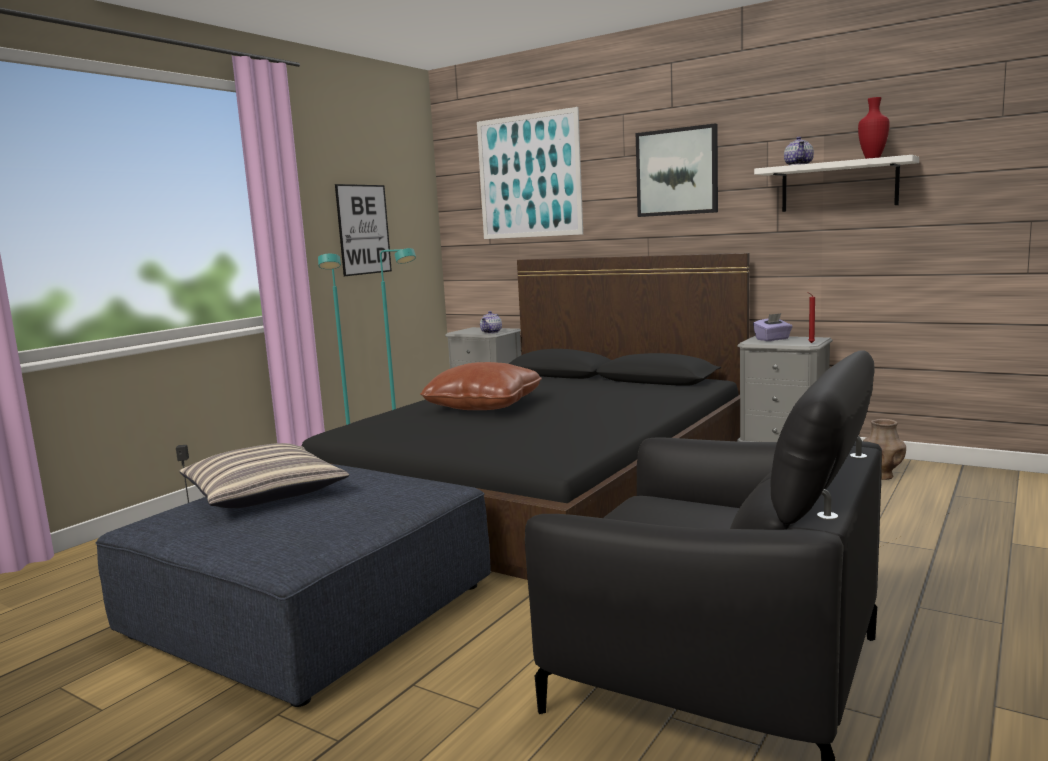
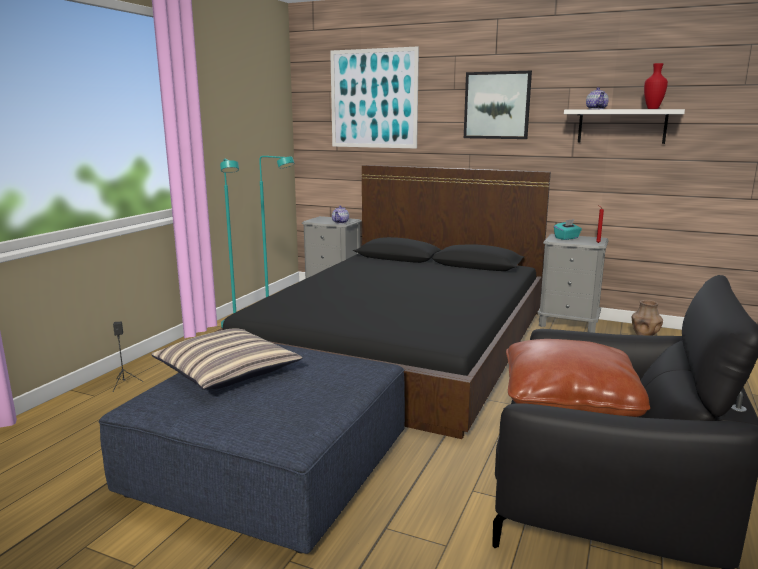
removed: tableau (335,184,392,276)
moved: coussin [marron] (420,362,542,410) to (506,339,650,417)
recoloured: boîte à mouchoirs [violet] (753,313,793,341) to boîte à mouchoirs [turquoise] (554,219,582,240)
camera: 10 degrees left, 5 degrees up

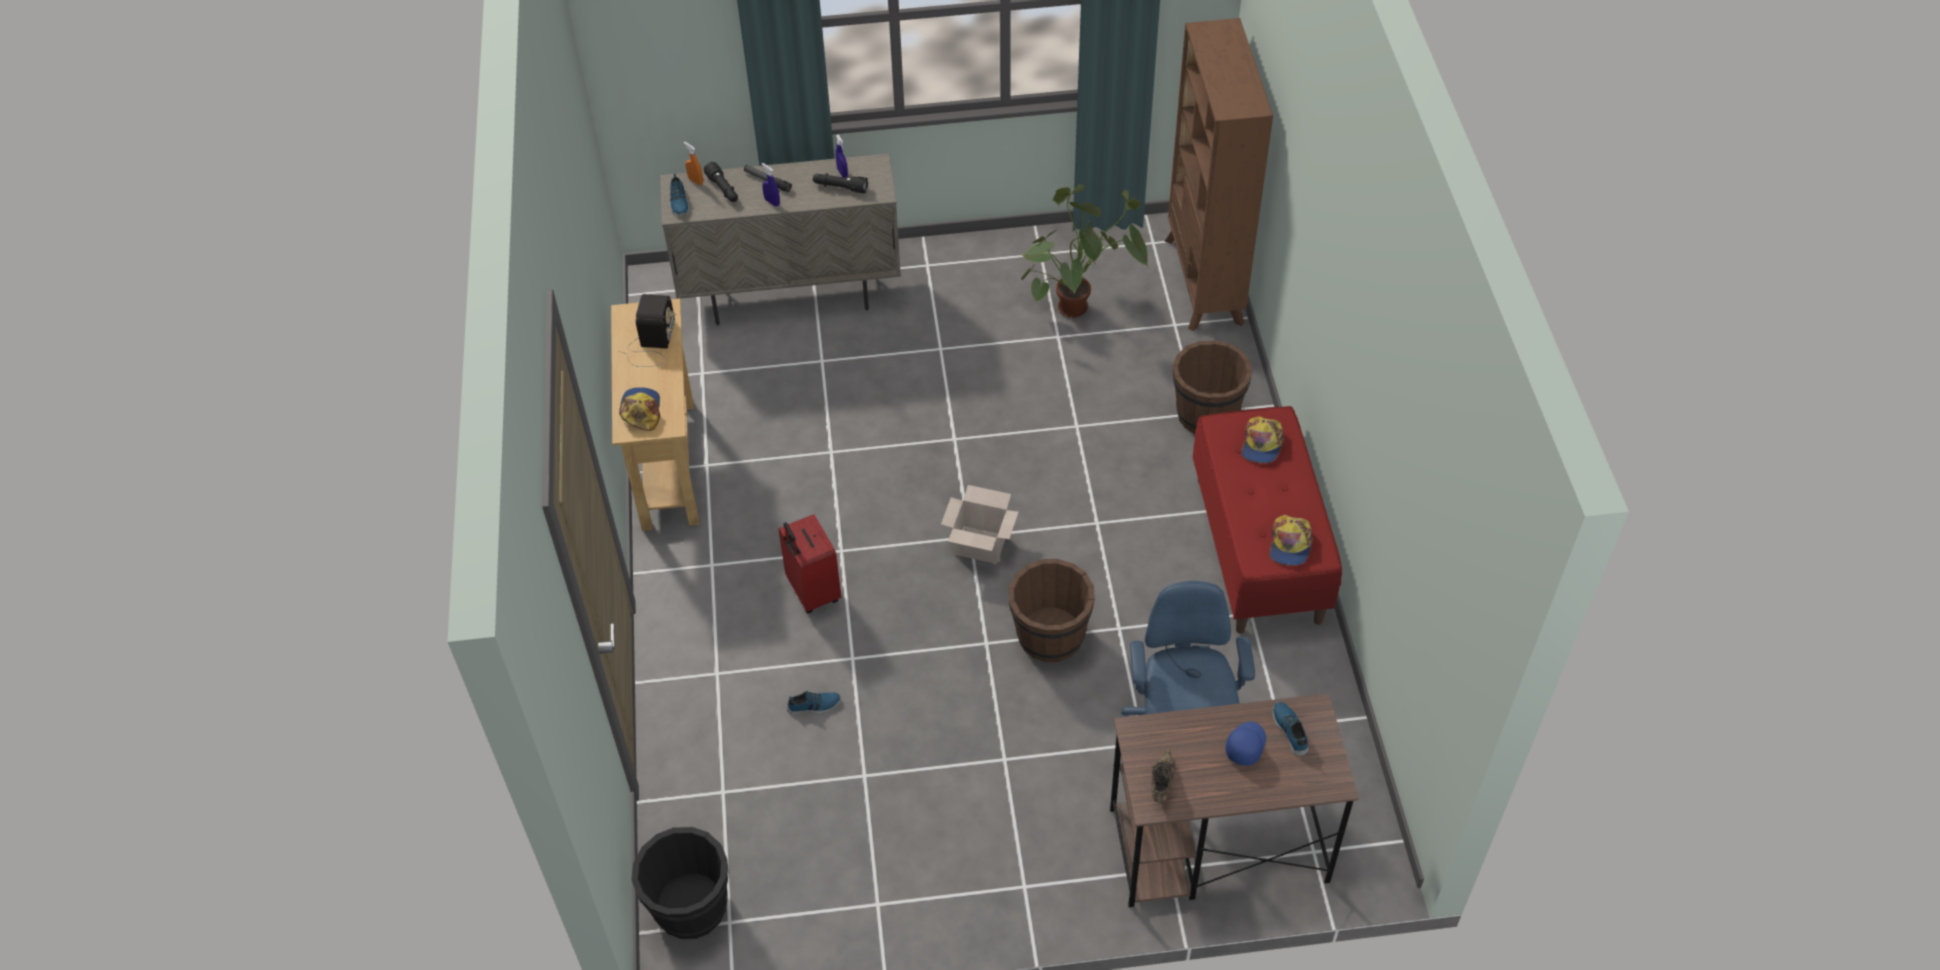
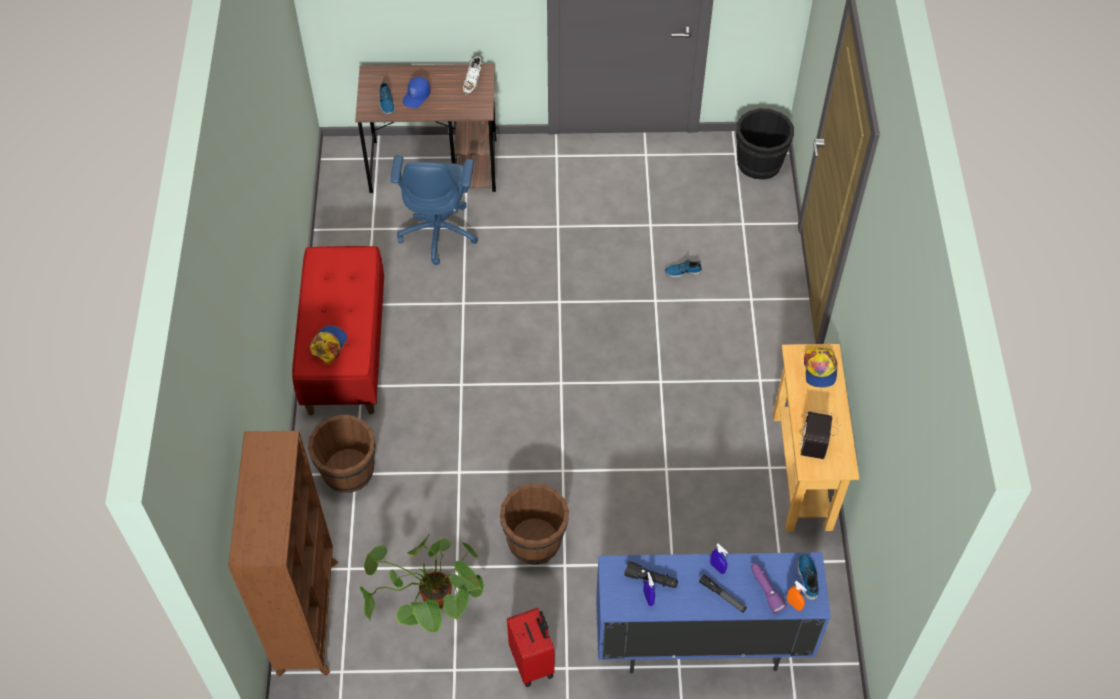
removed: carton (941,485,1018,564); casquette (1270,515,1313,566)
moved: seau [marron] (1008,559,1095,663) to (500,483,569,565); valise [rouge] (778,514,841,613) to (507,607,555,687)
recoloured: chaussure [marron] (1151,748,1176,803) to chaussure [blanc] (463,57,482,94); meuble de rangement [beige] (660,154,901,325) to meuble de rangement [bleu] (596,552,831,674); lampe de poche [noir] (704,162,738,202) to lampe de poche [violet] (751,563,787,614)
camera: 175 degrees left, 5 degrees up

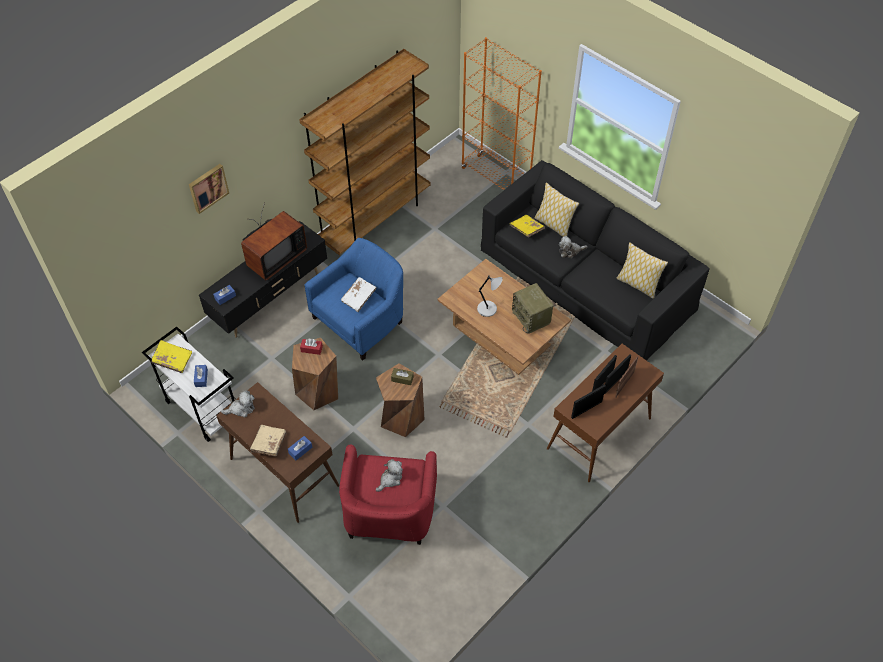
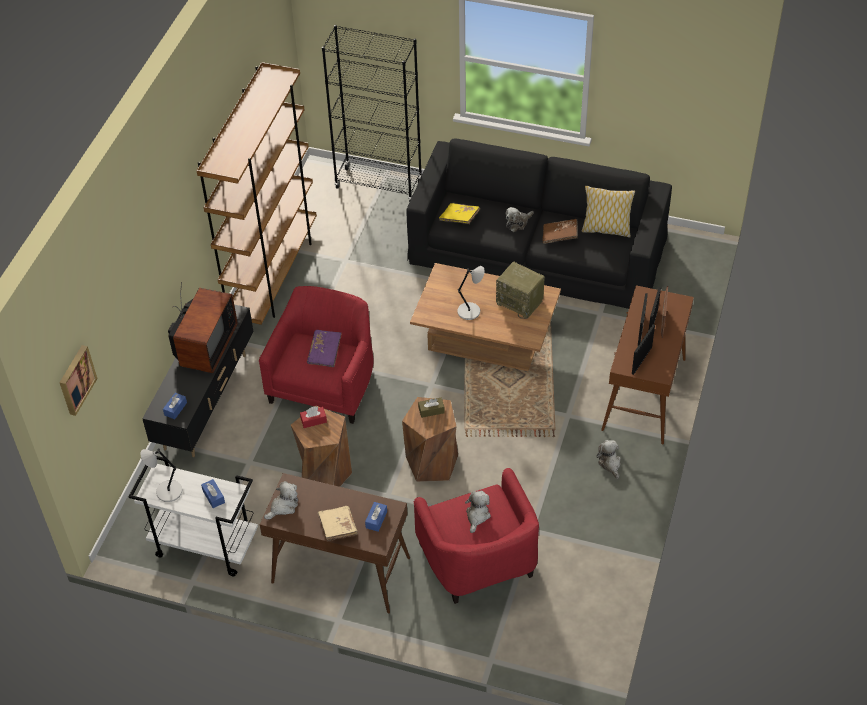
removed: coussin (534,183,579,237)
added: livre [marron] (542,219,578,244); peluche (596,440,621,479)
moved: tableau (189,164,229,214) to (59,345,98,416)
replaced: livre [jaune] (151,340,192,373) to lampe de table [gris] (140,448,182,502)
recoloured: fauteuil [bleu] (305,238,403,360) to fauteuil [rouge] (259,286,374,424); livre [blanc] (341,277,377,312) to livre [violet] (307,330,342,367); bibliothèque [orange] (461,37,542,190) to bibliothèque [noir] (322,25,422,202)
camera: 25 degrees left, 5 degrees down

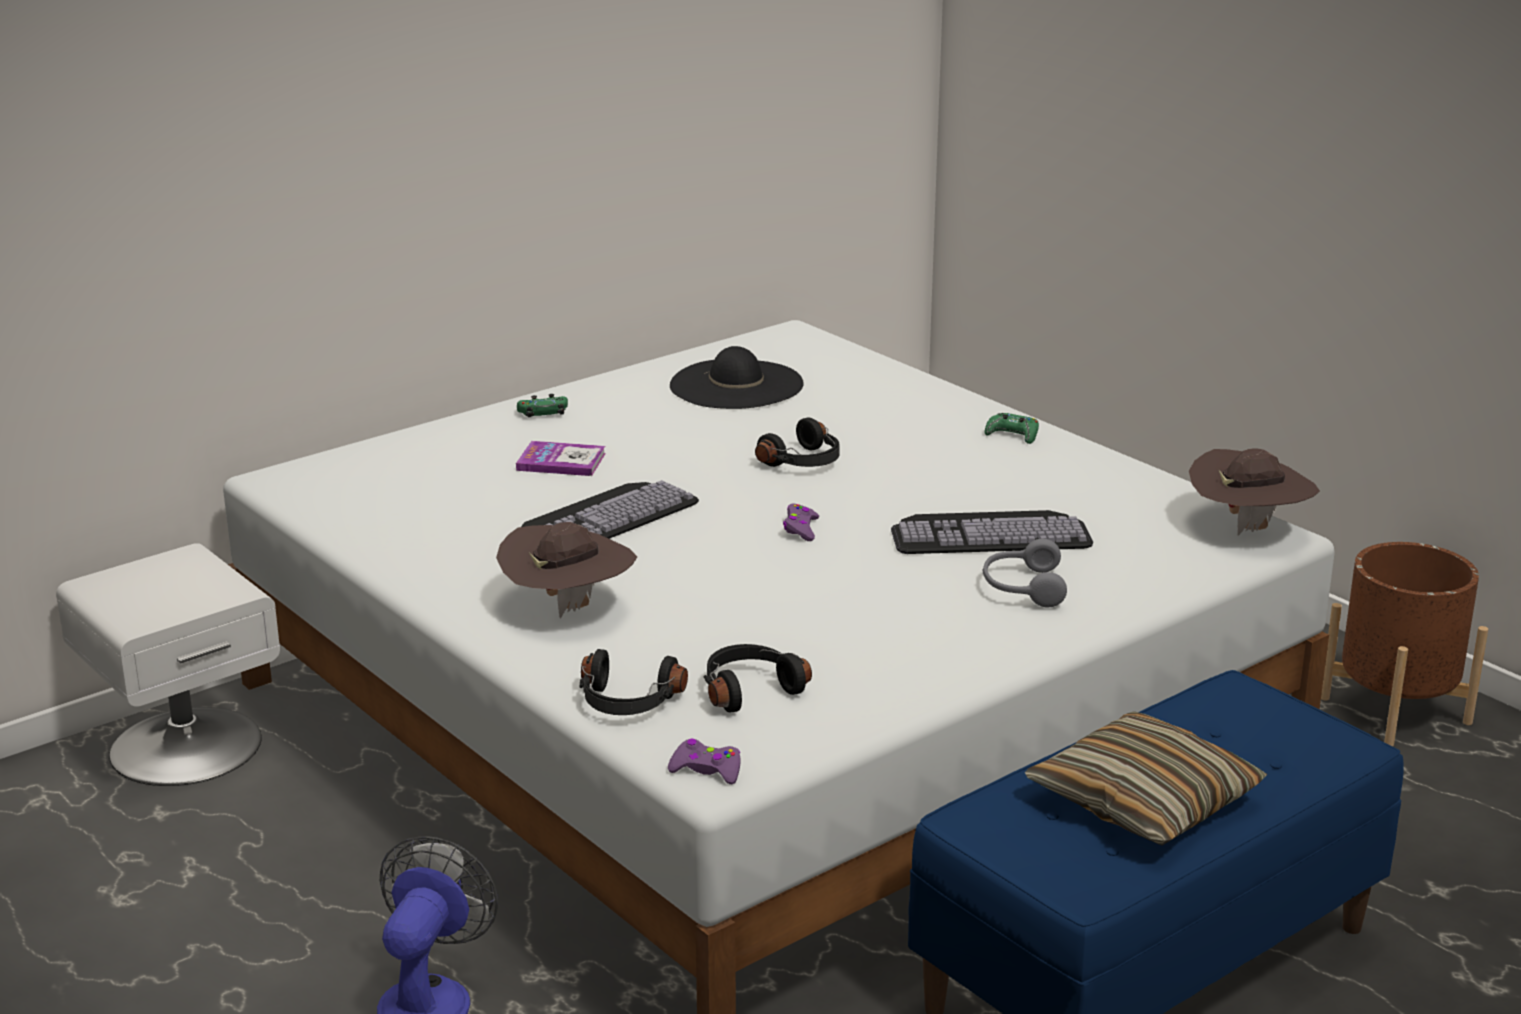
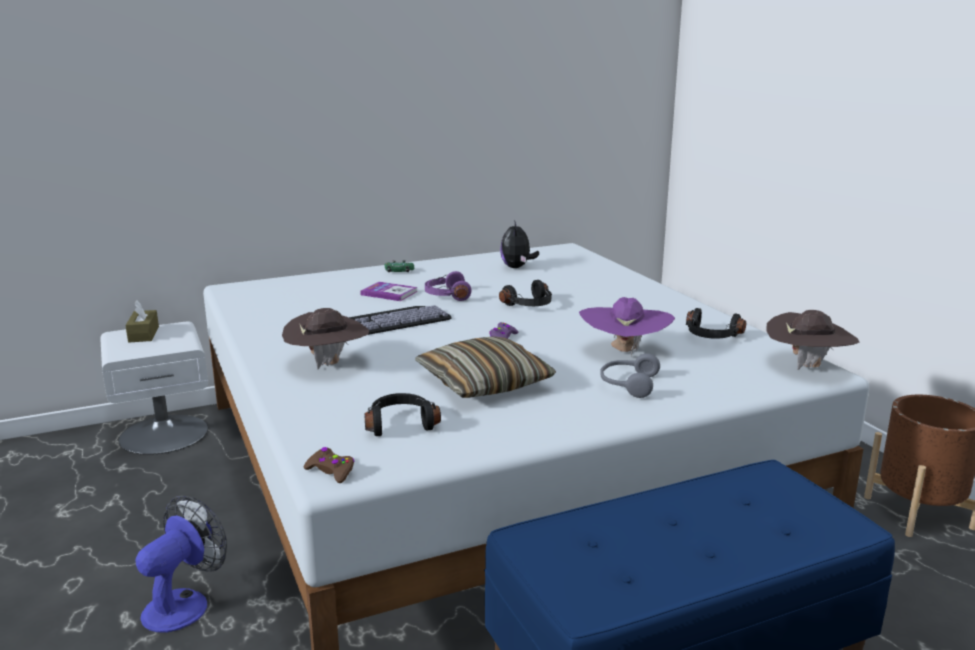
removed: manette [vert] (984,413,1039,444)
added: boîte à mouchoirs [marron] (125,301,159,343); casque audio [violet] (425,271,471,301)
moved: coussin (1025,711,1267,846) to (415,336,556,398); casque audio [noir] (579,649,688,715) to (686,308,746,339)
replaced: chapeau [noir] (670,346,804,409) to peluche (500,220,539,268); clavier (891,510,1093,554) to chapeau [violet] (579,297,675,356)
recoloured: manette [violet] (668,738,741,784) to manette [marron] (303,447,355,483)
camera: 15 degrees right, 5 degrees down

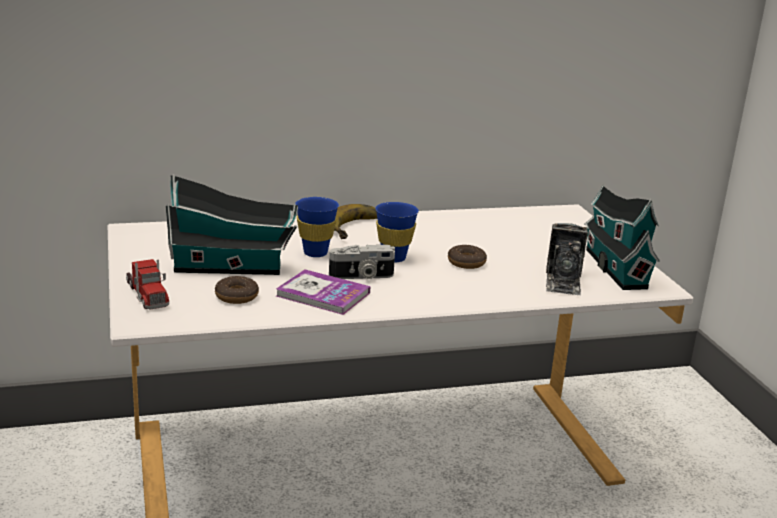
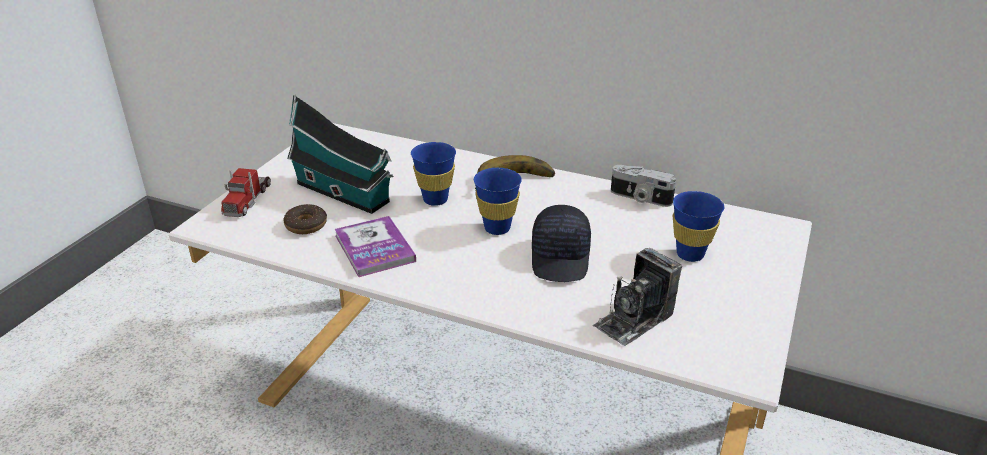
removed: maison miniature (584,185,659,290)
added: tasse [bleu] (673,191,724,262)
moved: appareil photo (329,245,395,279) to (611,165,676,207)
replaced: beignet (448,245,487,269) to casquette [noir] (532,205,591,282)
camera: 40 degrees right, 10 degrees up

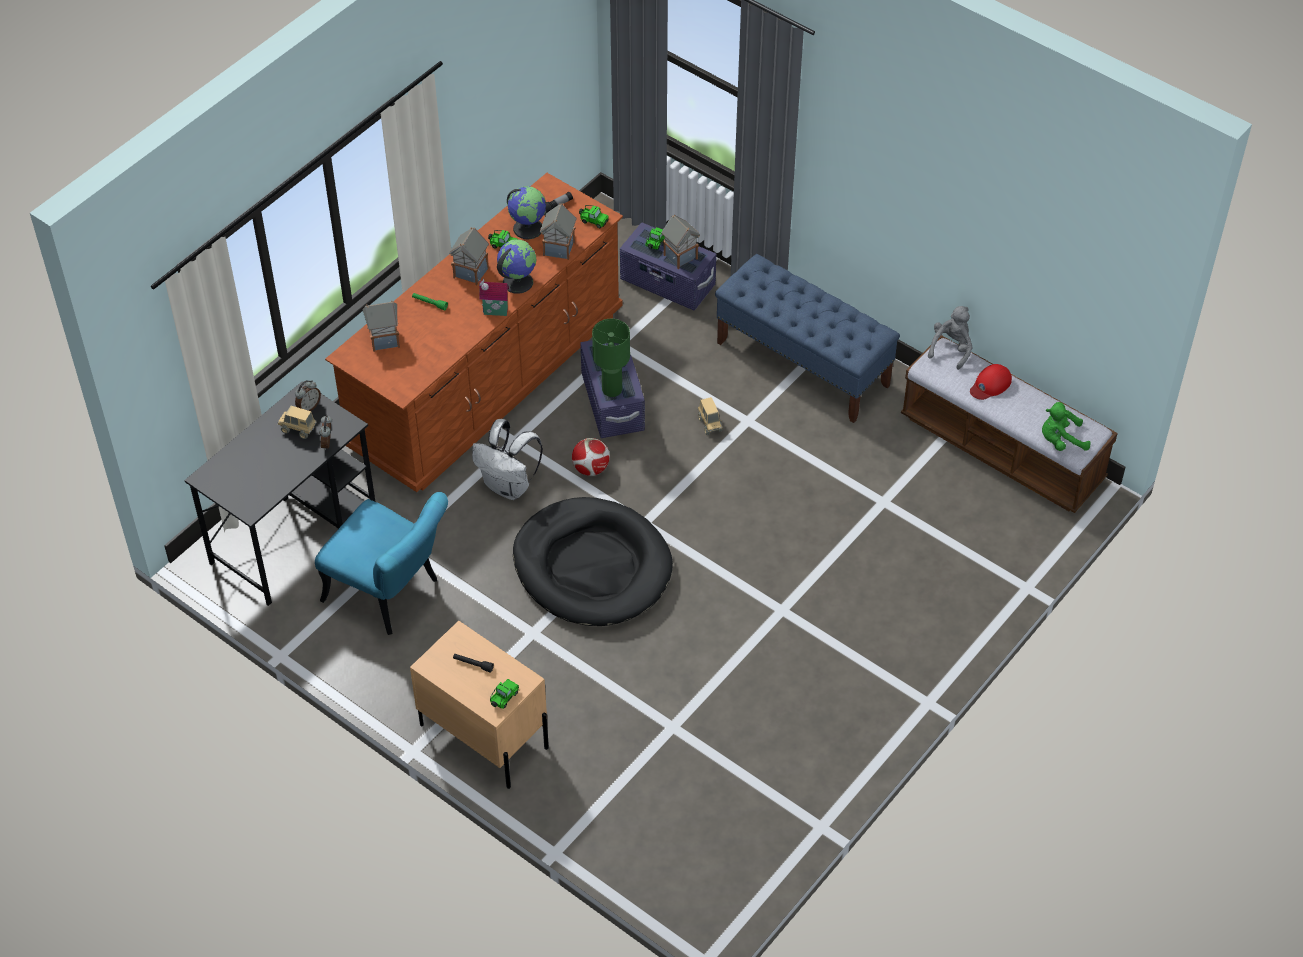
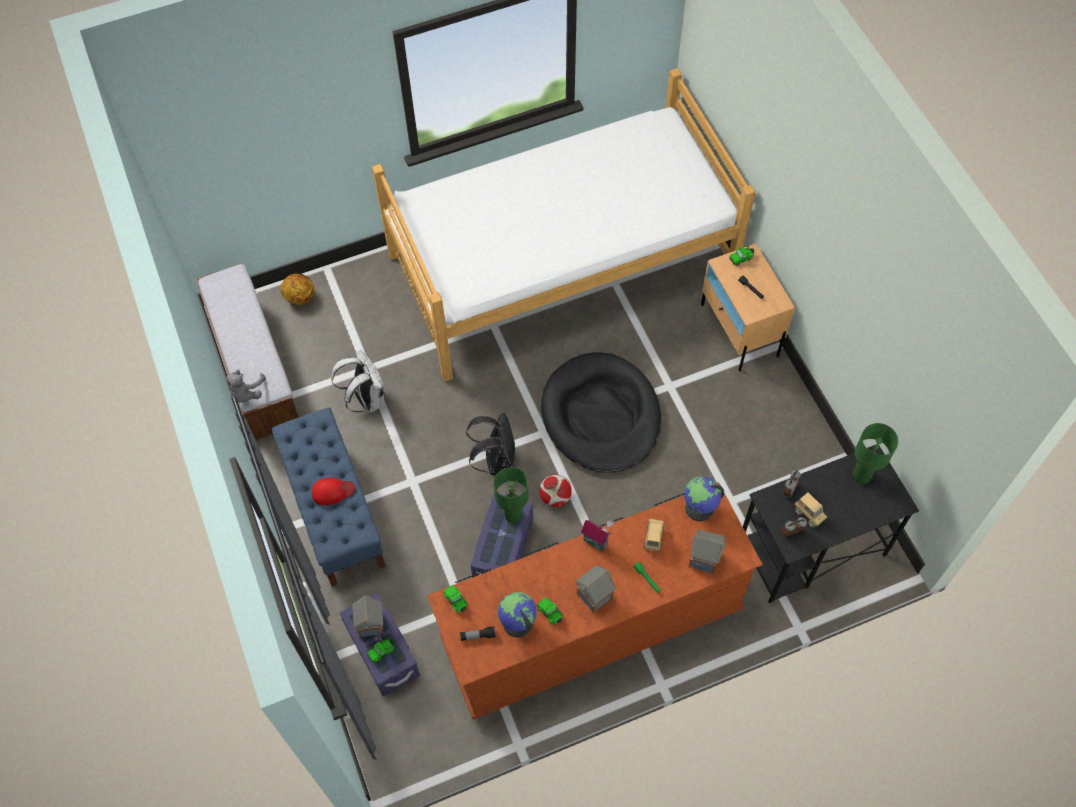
removed: chaise [turquoise] (315,492,448,635); maison miniature (540,203,576,260); peluche [vert] (1042,402,1091,451)
added: ballon de basket (281,273,314,305); lit (372,68,755,382); sac à dos [noir] (466,413,515,475); lampe de table [vert] (853,423,898,484)
moved: casquette [rouge] (970,364,1012,400) to (312,478,355,505); sac à dos [blanc] (472,419,543,500) to (331,350,387,413); camion jouet (698,397,723,435) to (644,519,665,551); globe (497,239,536,294) to (684,476,724,522)
turned: peluche [gris] (928,306,973,370) = (226,370,266,403) 45 degrees counterclockwise
camera: 150 degrees left, 10 degrees up

